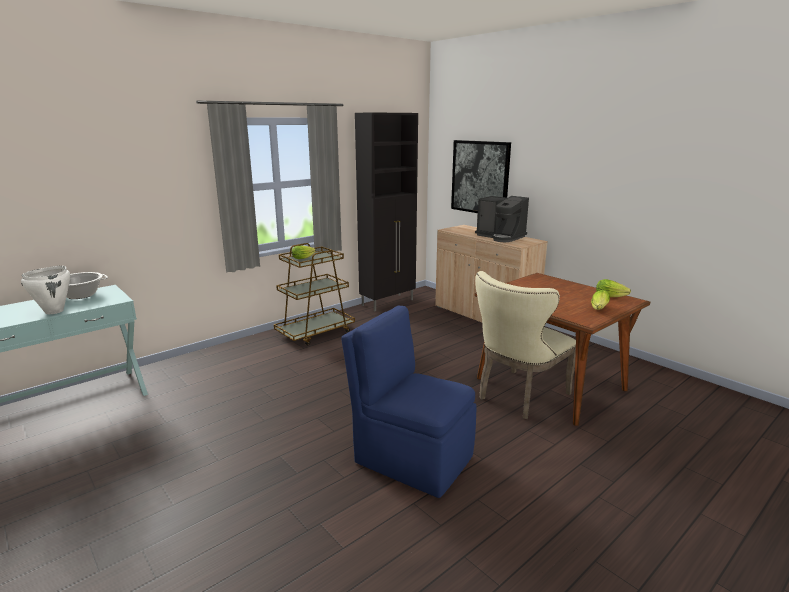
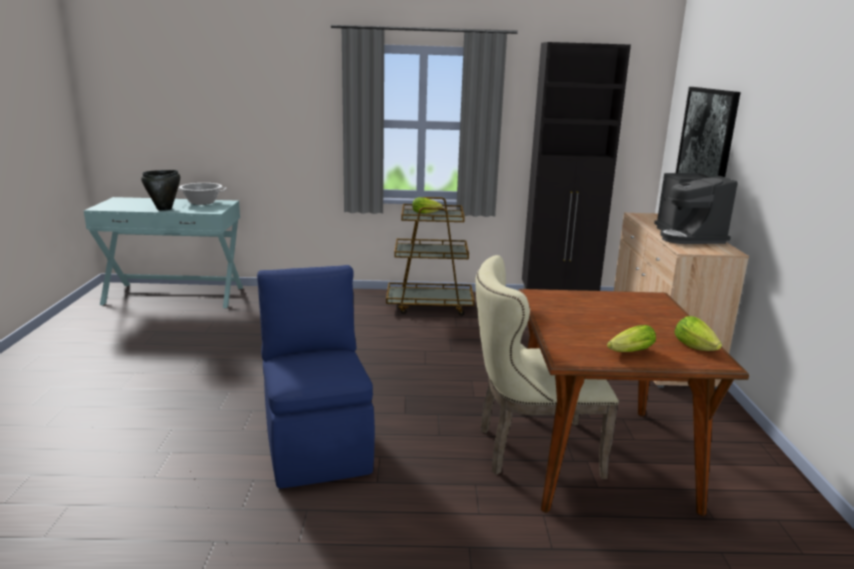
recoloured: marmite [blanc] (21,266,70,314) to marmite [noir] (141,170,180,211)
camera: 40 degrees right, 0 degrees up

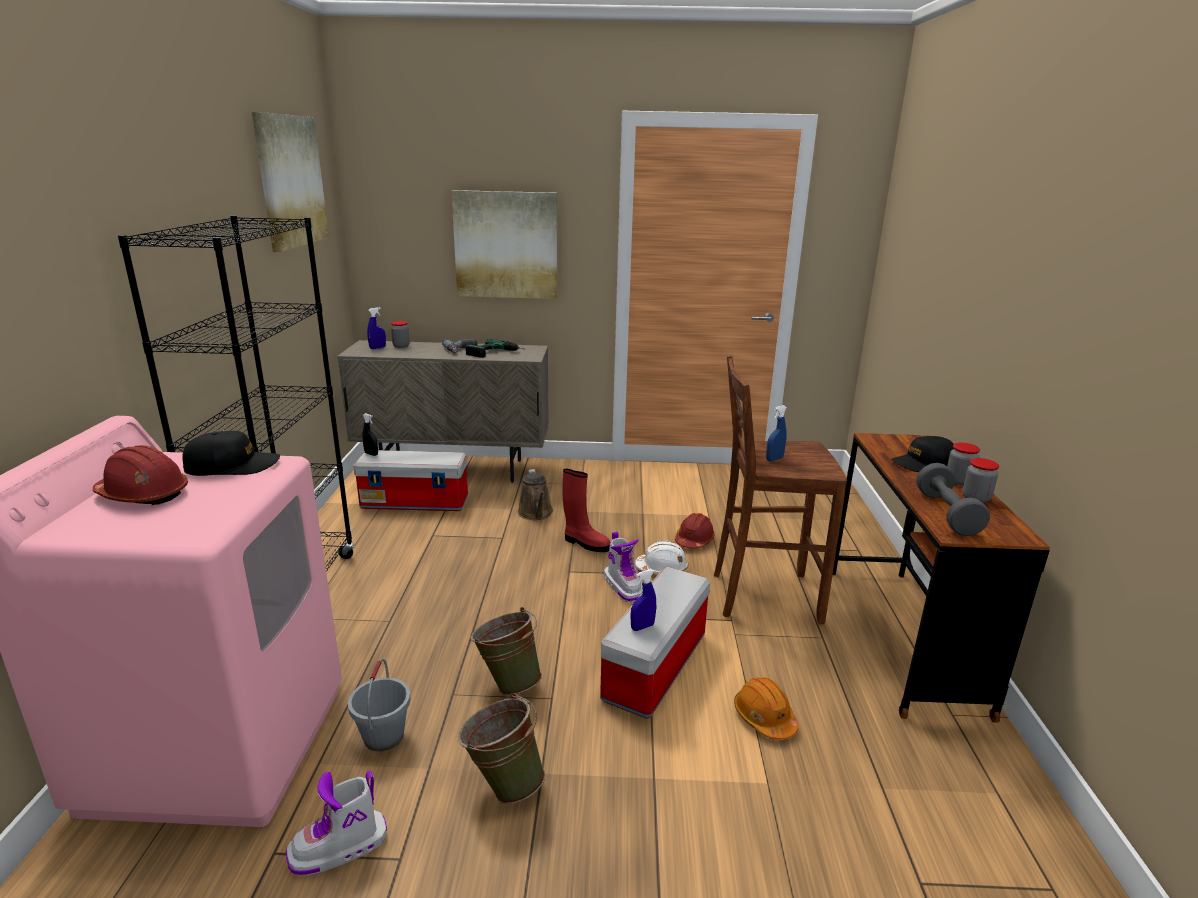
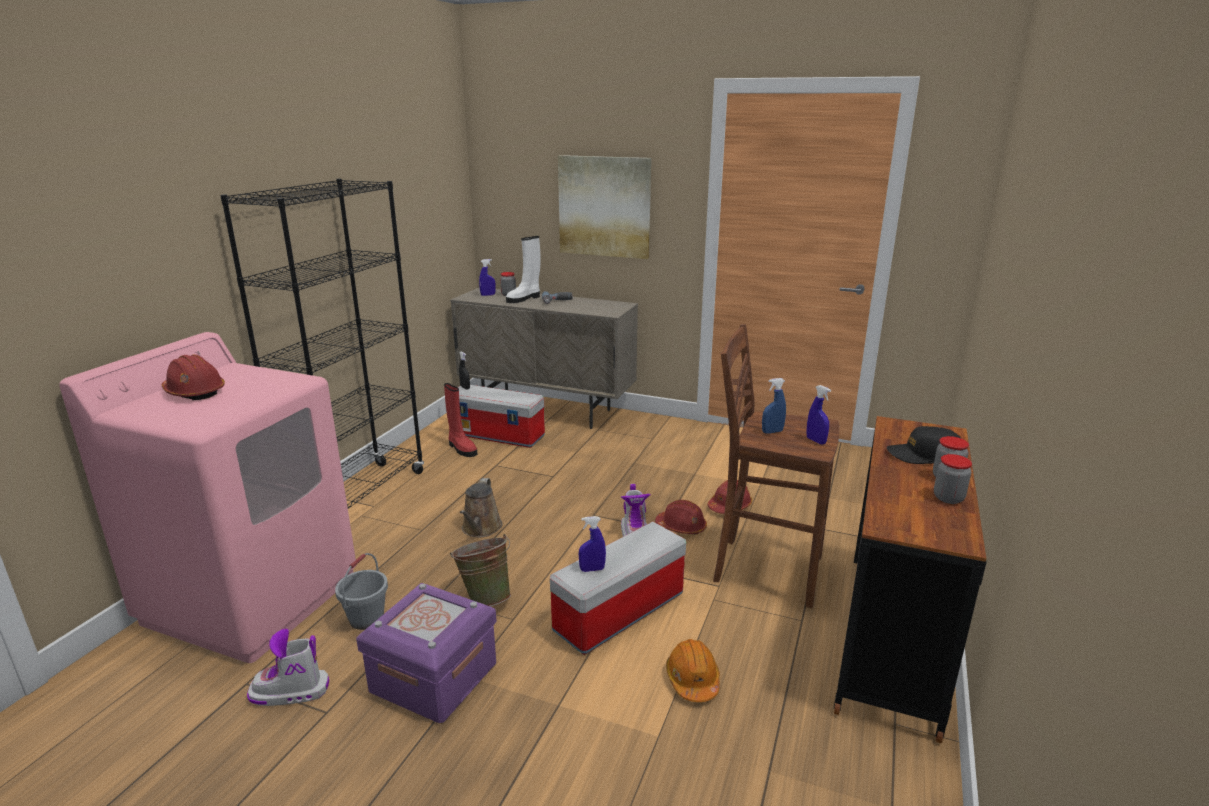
removed: casquette [noir] (182,431,280,476); tableau (252,112,329,252); perceuse (466,339,526,358); haltère [gris] (916,463,990,536)
added: botte [blanc] (506,236,540,303); vaporisateur [bleu] (806,385,831,444)
moved: botte [rouge] (562,469,610,552) to (444,383,477,457); arrosoir [marron] (517,469,553,520) to (460,478,503,537)
replaced: seau [vert] (458,693,545,804) to boîte de rangement [violet] (356,583,497,723)
recoloured: casque de chantier [blanc] (635,540,689,574) to casque de chantier [rouge] (655,500,707,534)
camera: 20 degrees right, 0 degrees up

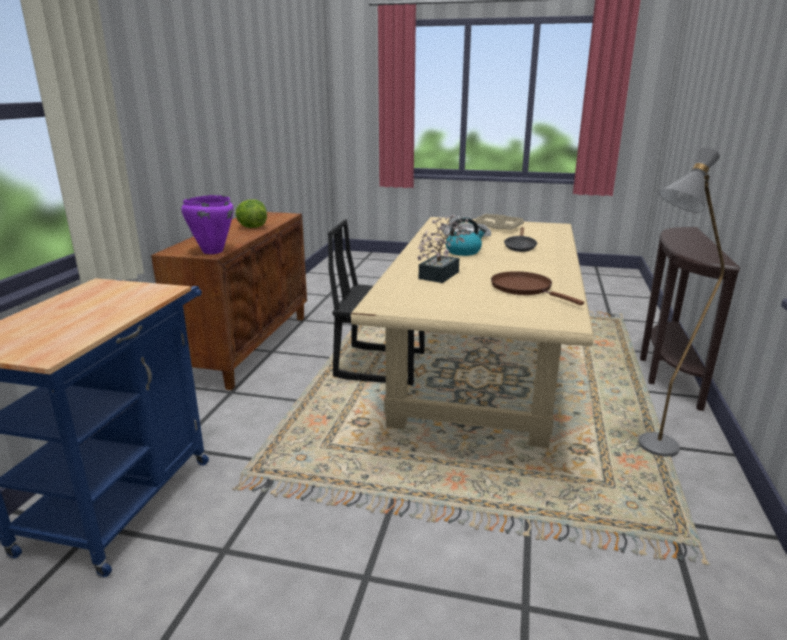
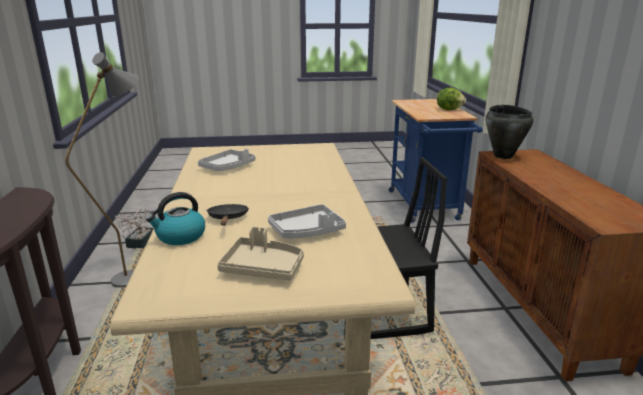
moved: plante en pot (417,214,470,283) to (115,209,154,248); bouilloire (446,218,486,256) to (146,192,205,245); laitue (236,199,267,228) to (437,88,466,110)
replaced: poêle [marron] (491,271,584,305) to plateau [gris] (198,148,255,171)
recoloured: marmite [violet] (181,195,233,254) to marmite [noir] (486,105,533,159)
camera: 160 degrees right, 0 degrees up

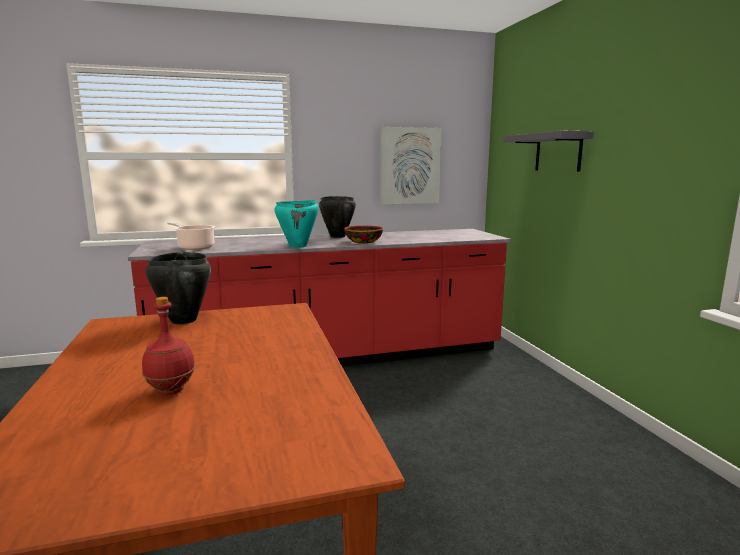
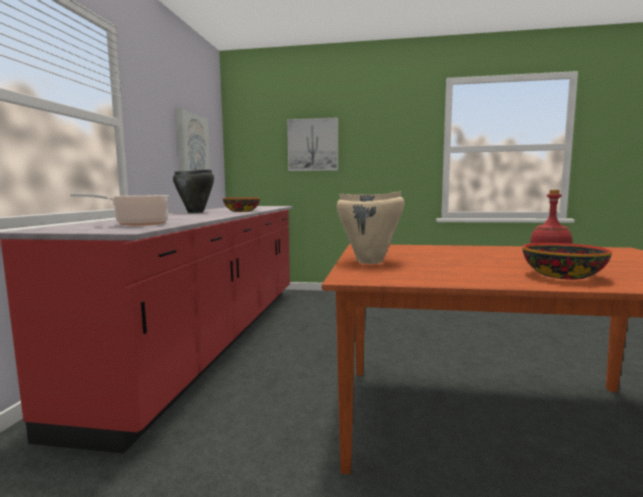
removed: marmite [turquoise] (275,200,319,248)
added: bol (522,243,612,280)
replaced: étagère [gris] (503,130,594,172) to tableau (287,117,338,171)
recoloured: marmite [noir] (146,252,211,324) to marmite [beige] (337,191,404,264)
camera: 65 degrees left, 5 degrees down

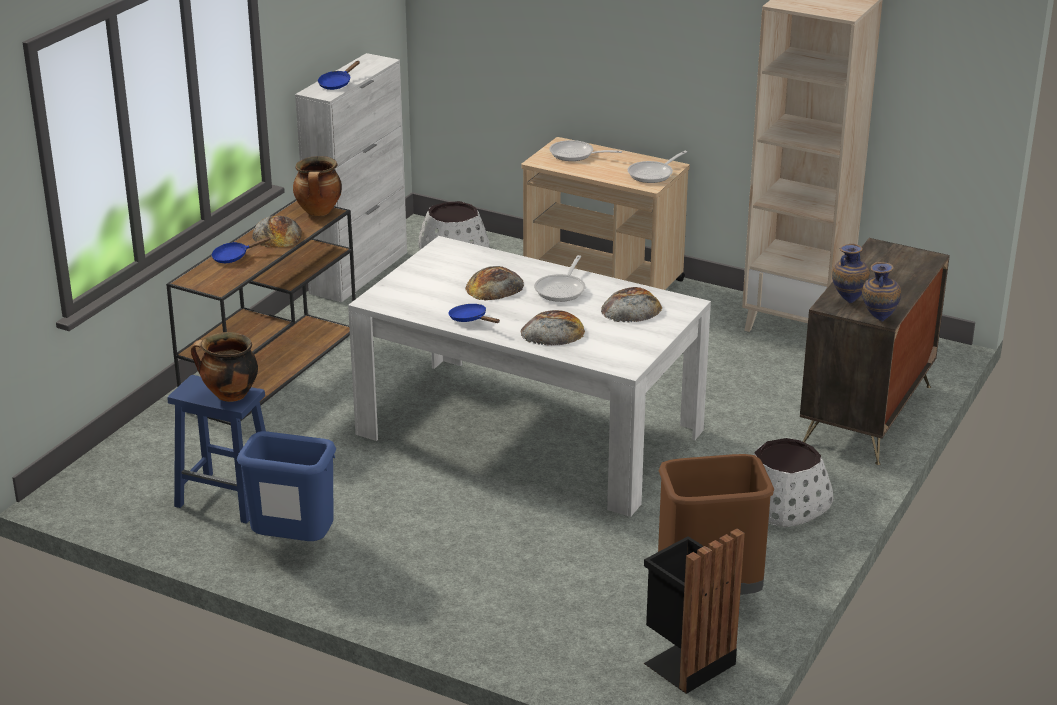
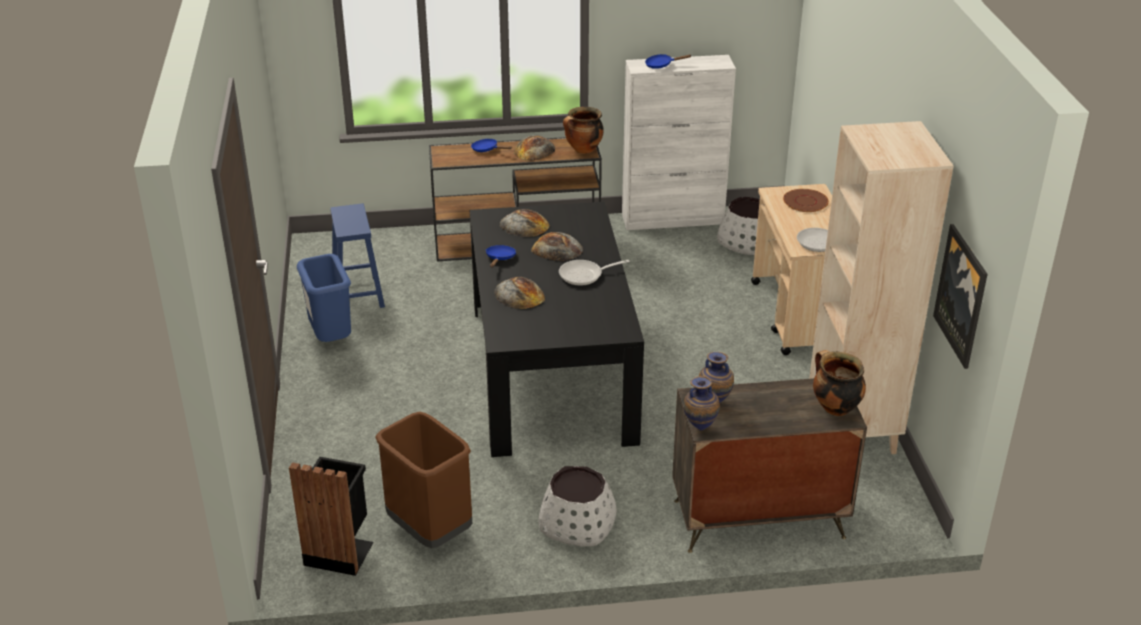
added: tableau (933,224,988,369)
moved: pain (601,287,662,322) to (500,209,550,237); marmite (191,332,258,402) to (813,350,866,416)
replaced: poêle (549,140,622,161) to assiette [marron] (783,189,829,212)
recoloured: table à manger [blanc] (348,236,711,517) to table à manger [noir] (470,202,644,457)
camera: 55 degrees right, 5 degrees up

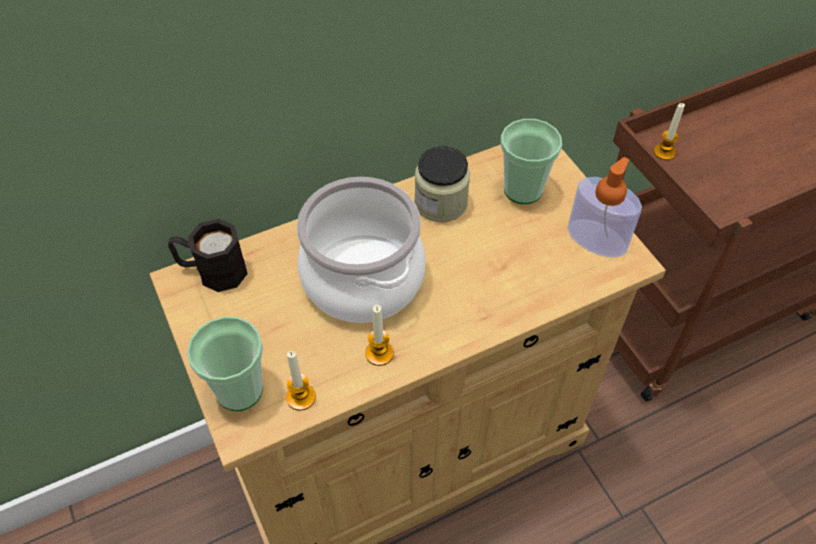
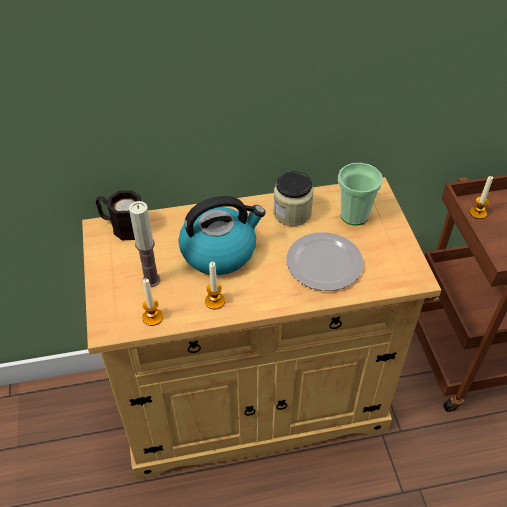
removed: tasse (187,316,263,411); distributeur de savon (567,157,642,257)
added: bougie (129,201,160,287); assiette (287,232,364,291)
replaced: marmite (297,177,426,323) to bouilloire (179,196,266,275)
camera: 15 degrees right, 5 degrees down

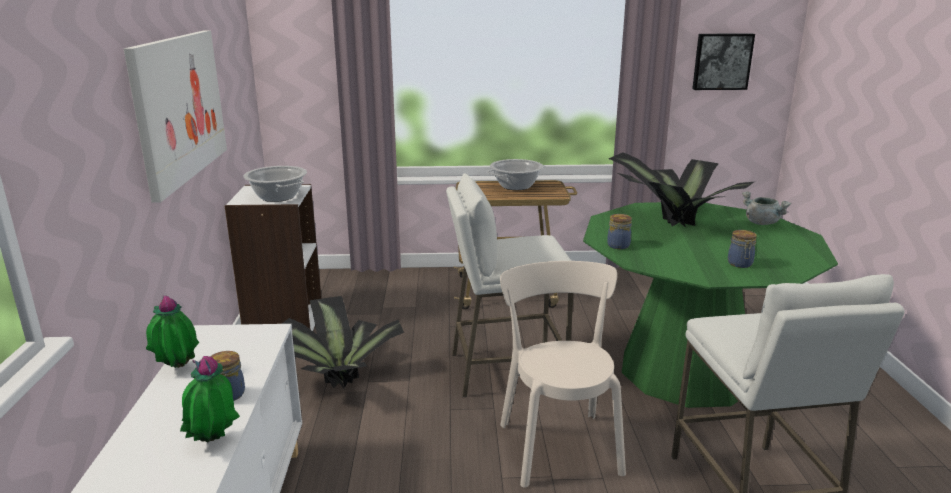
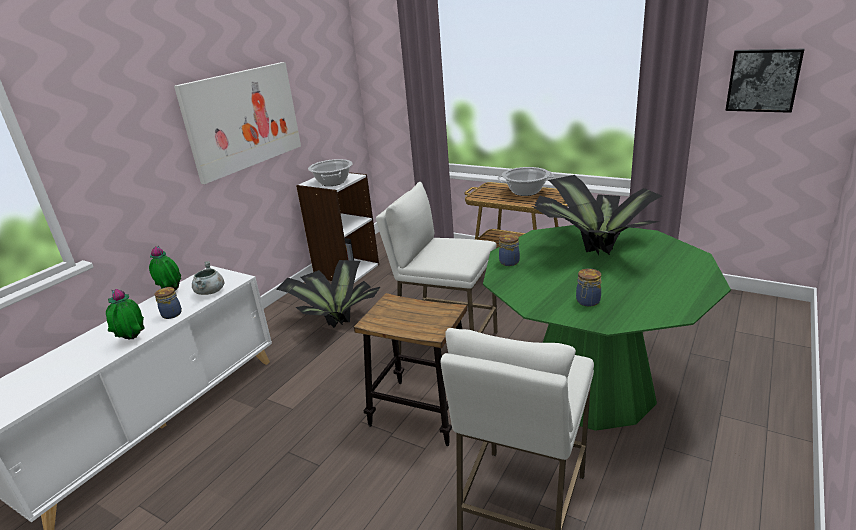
moved: marmite [gris] (742,191,791,225) to (192,261,224,295)
replaced: chaise [beige] (500,261,626,488) to tabouret (354,293,467,446)
camera: 35 degrees right, 5 degrees up

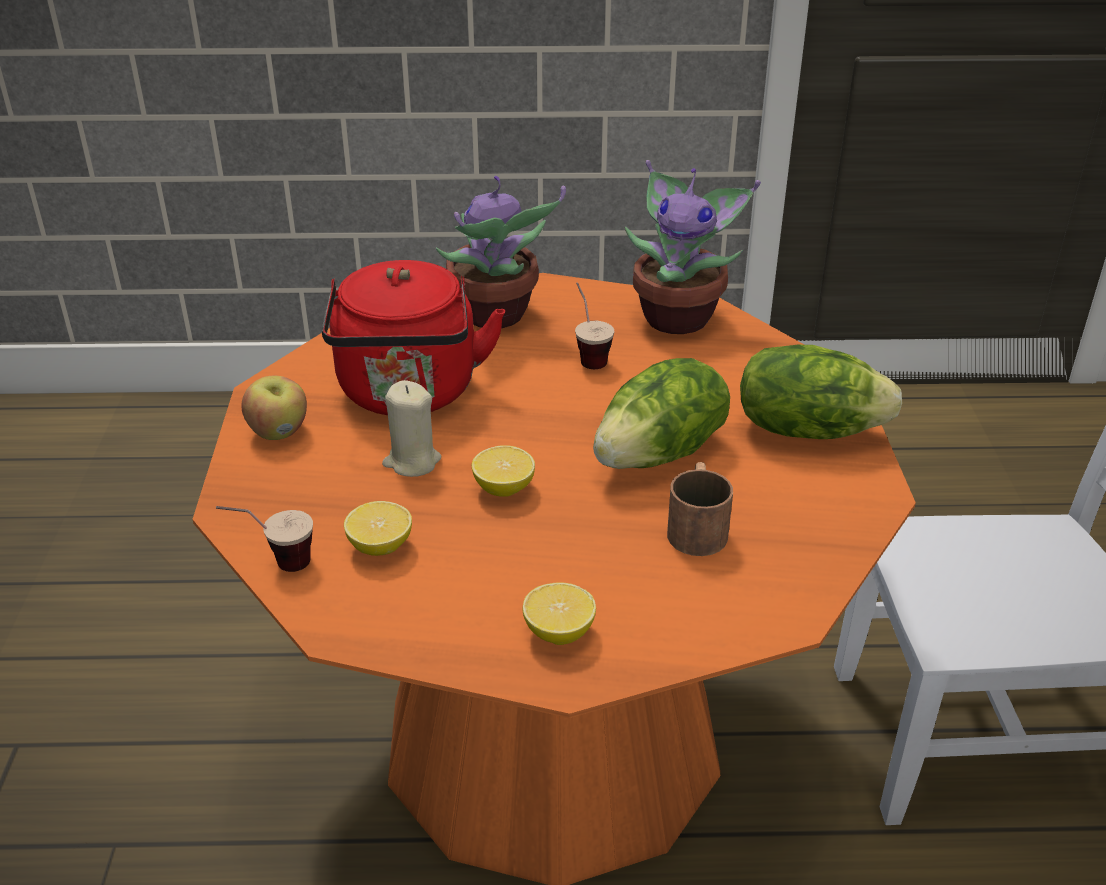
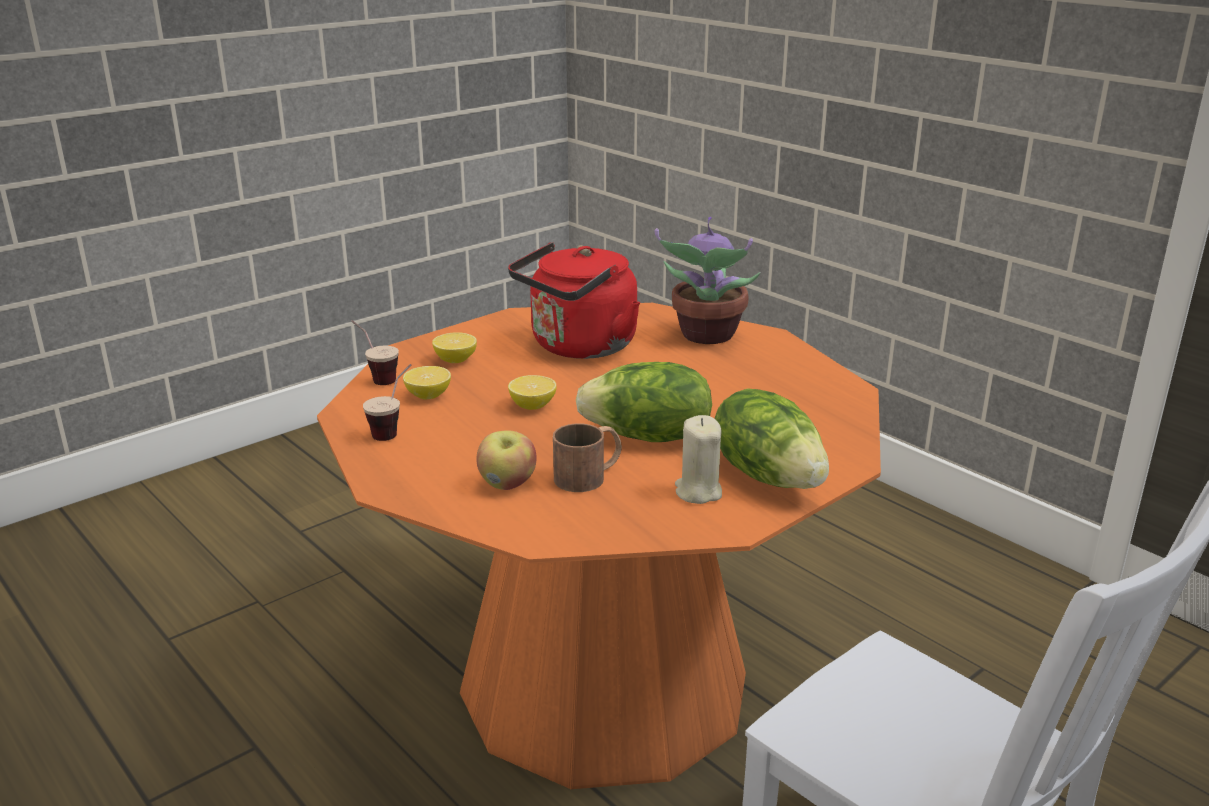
removed: plante en pot (625,160,761,334)
moved: tasse (575,282,614,369) to (363,364,412,441); citron (522,582,596,645) to (432,332,477,363); pomme (241,376,307,440) to (477,430,536,490); bougie [beige] (382,380,441,477) to (675,415,722,504)
camera: 50 degrees right, 10 degrees down

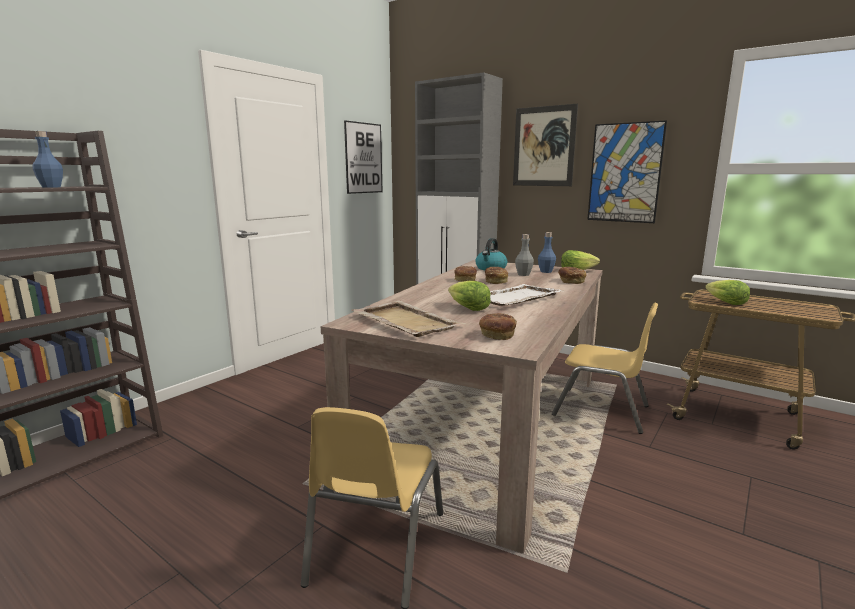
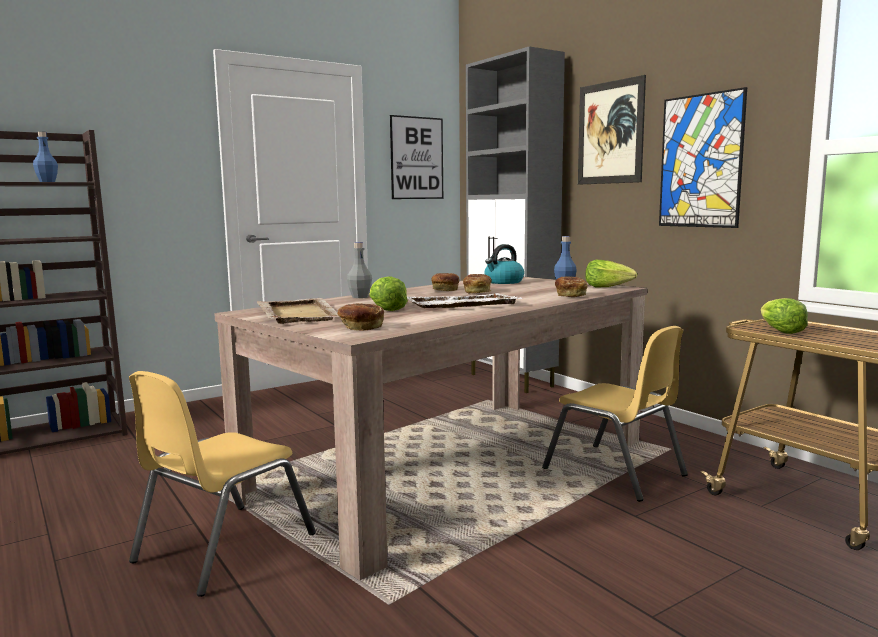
moved: bouteille [gris] (515,234,534,276) to (347,242,372,298)
camera: 20 degrees right, 5 degrees down

